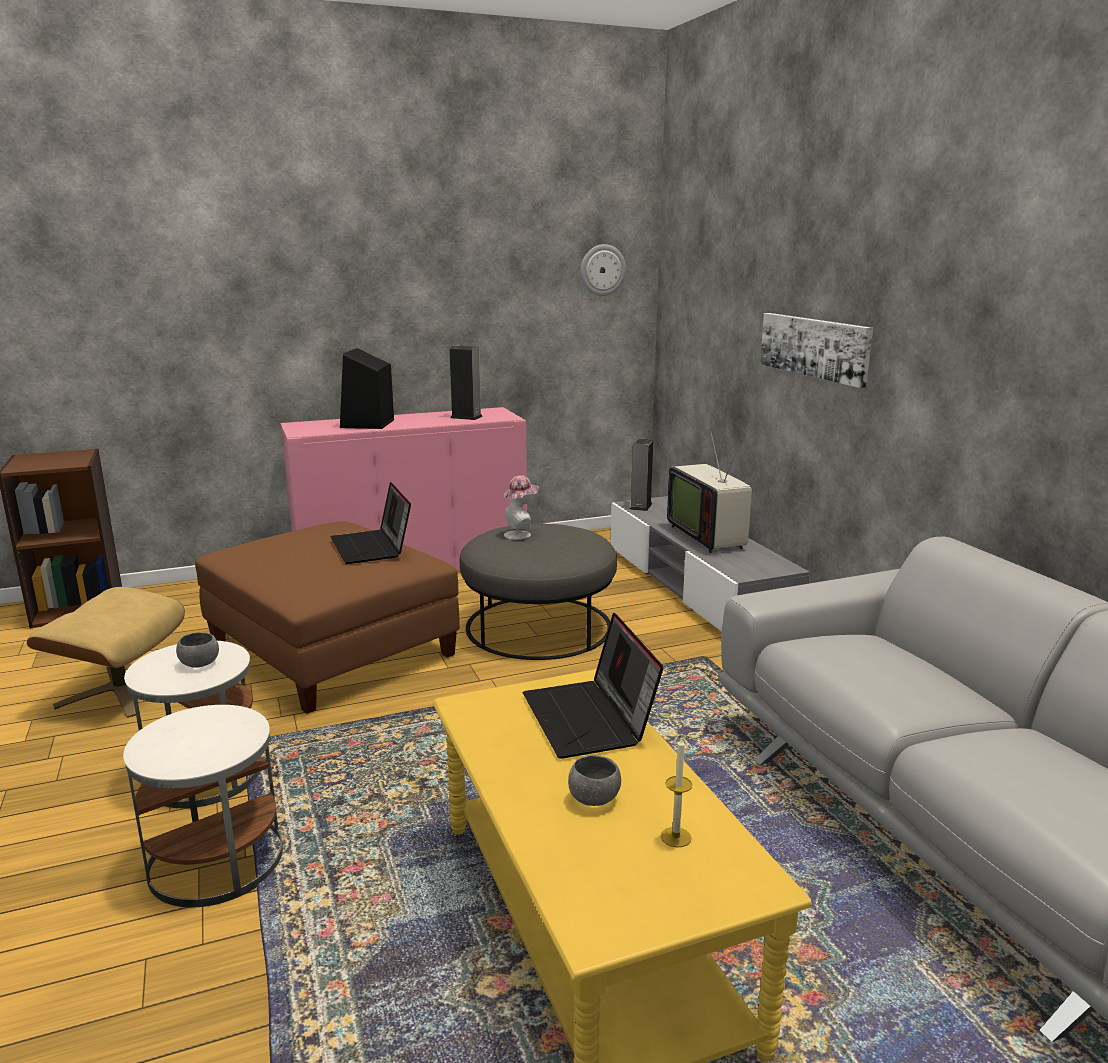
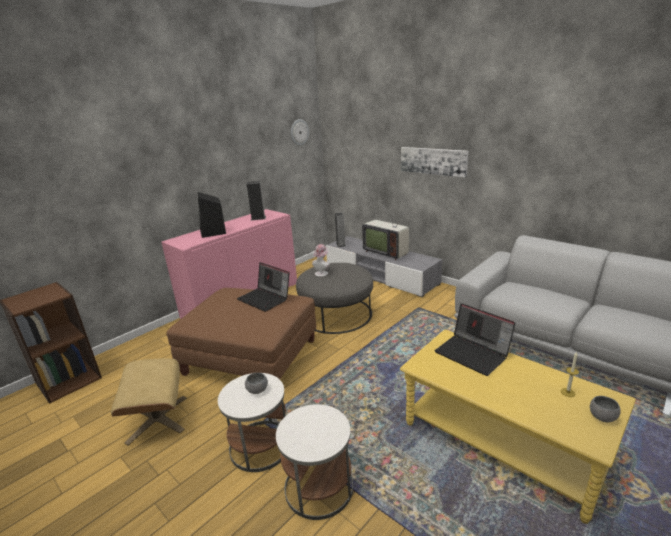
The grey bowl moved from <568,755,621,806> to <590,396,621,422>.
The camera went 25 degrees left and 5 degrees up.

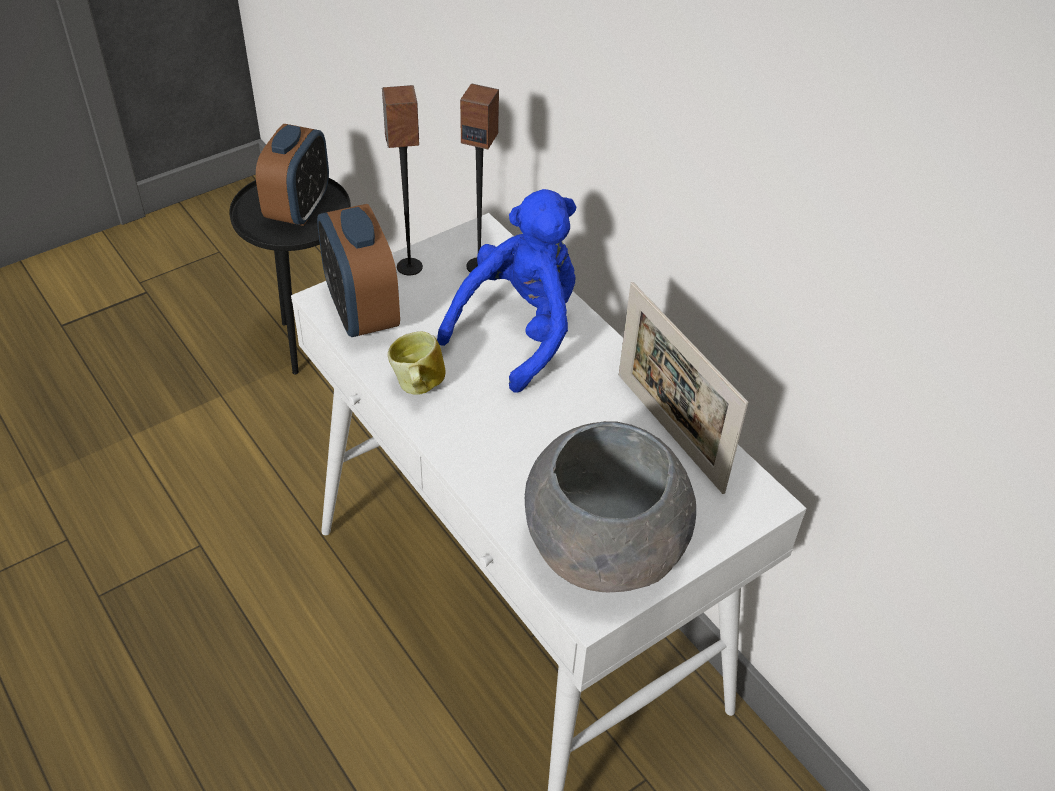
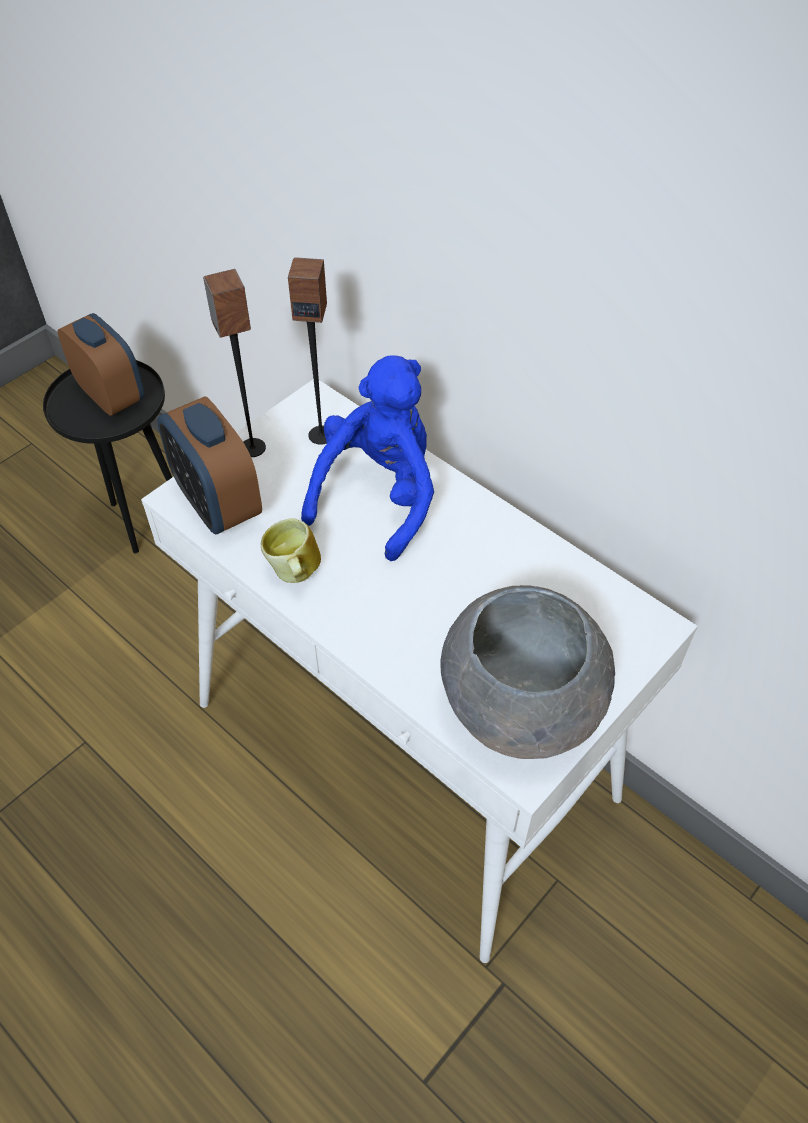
The picture frame at <619,282,748,494> disappeared.
The alarm clock at <256,124,329,226> turned 45 degrees counterclockwise.
The camera went 10 degrees left and 5 degrees up.

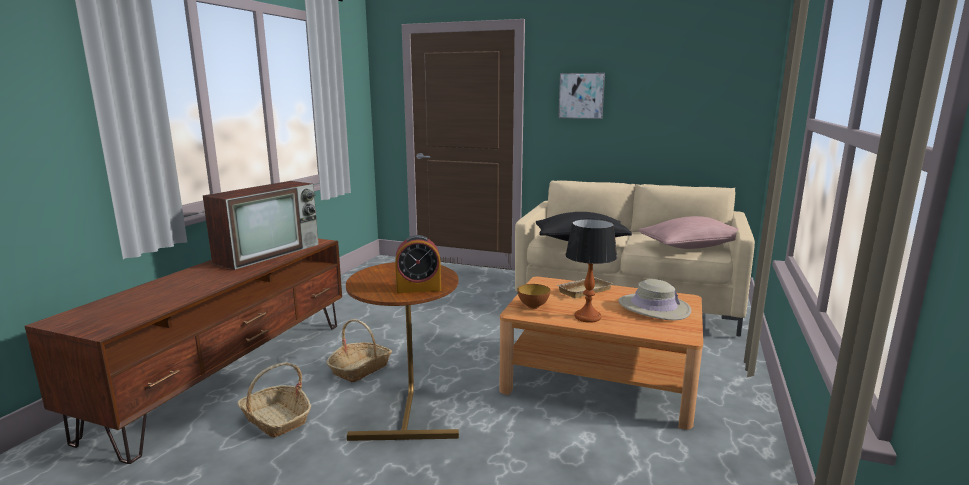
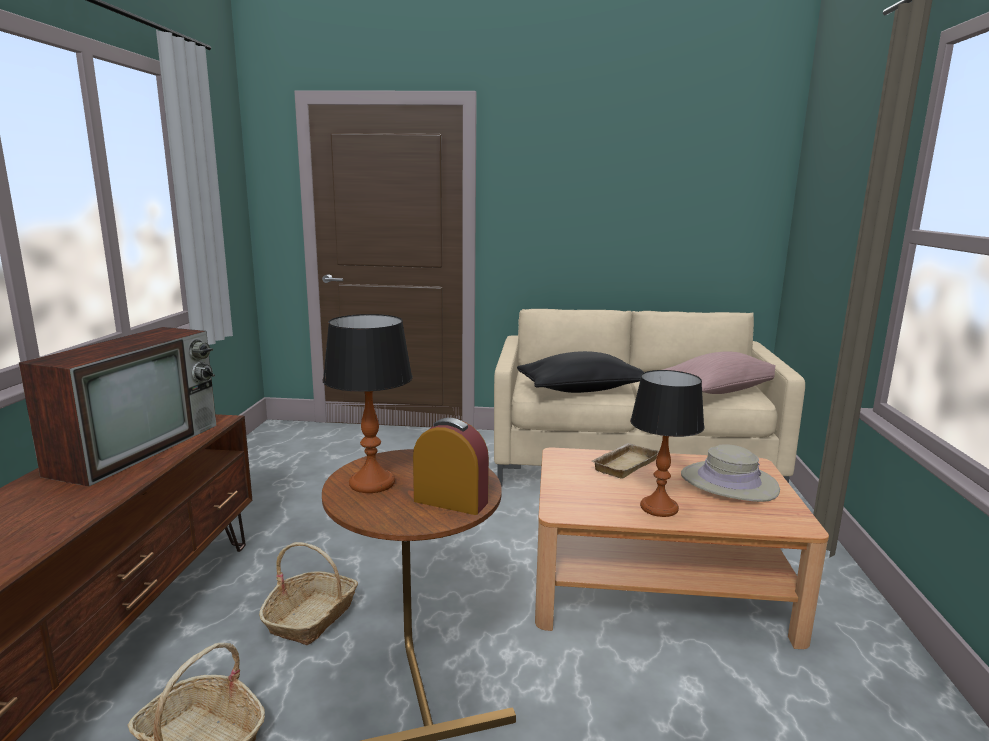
The bowl at <517,284,550,309> disappeared.
The picture at <558,73,605,119> disappeared.
The table lamp at <323,314,413,493> appeared.
The alarm clock at <395,235,441,293> turned 135 degrees counterclockwise.
The camera went 15 degrees left and 0 degrees up.

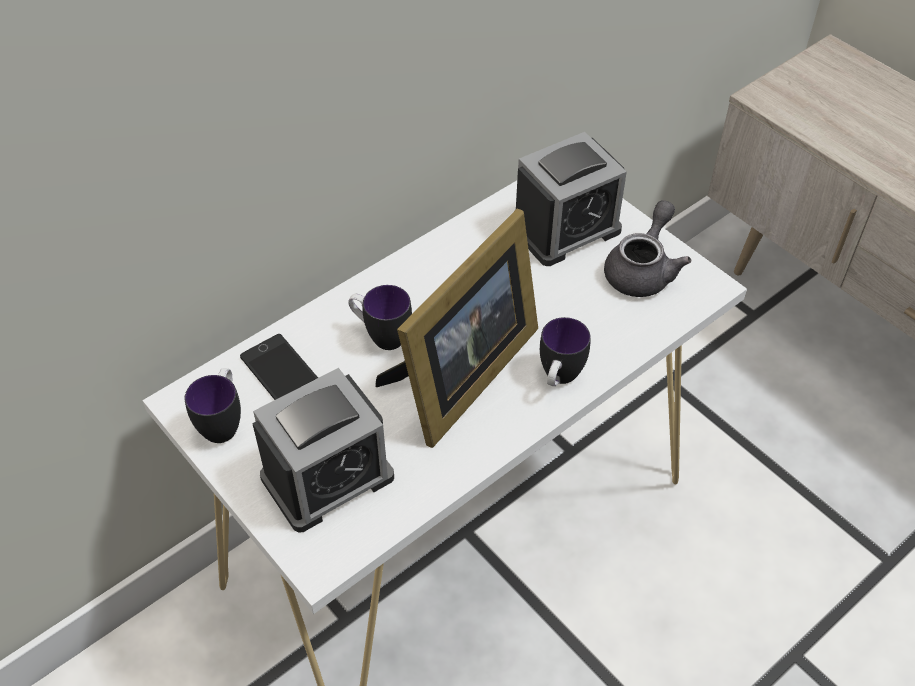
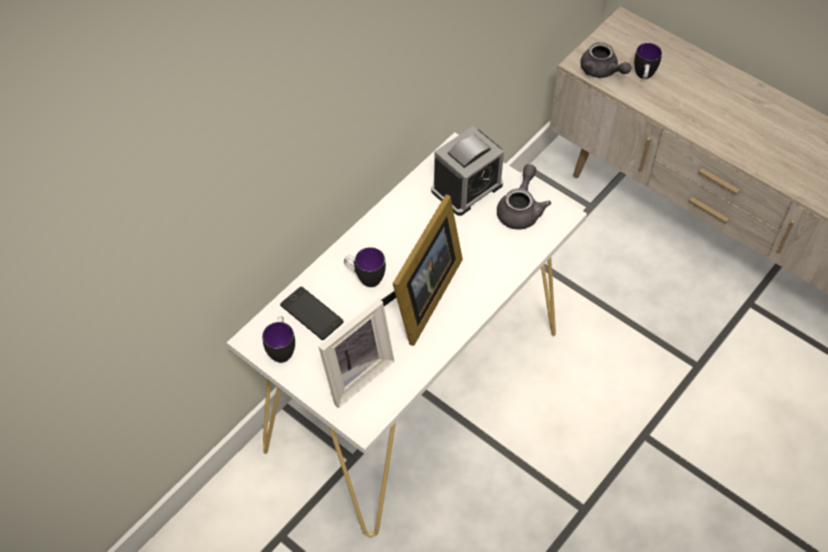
The grey teapot at <580,42,631,78> appeared.
The mug moved from <540,317,591,386> to <634,43,662,79>.
The alarm clock at <252,368,394,532> was replaced by the picture frame at <319,299,394,407>.
The camera went 10 degrees left and 5 degrees up.

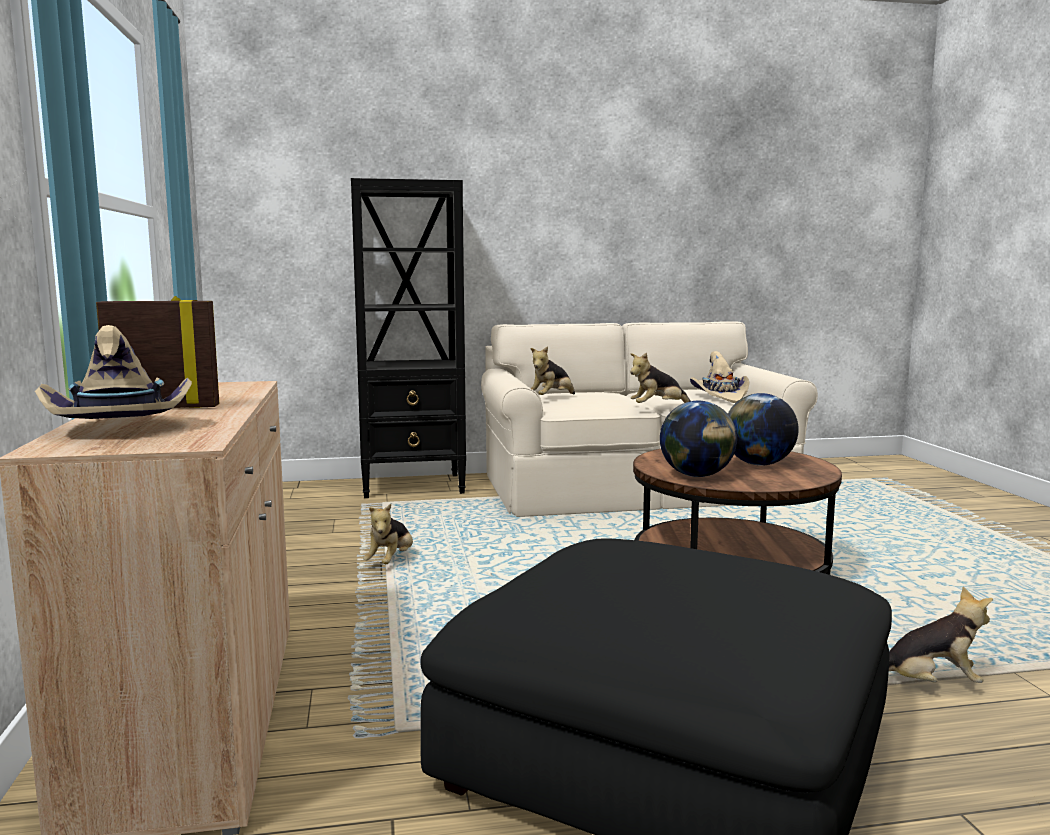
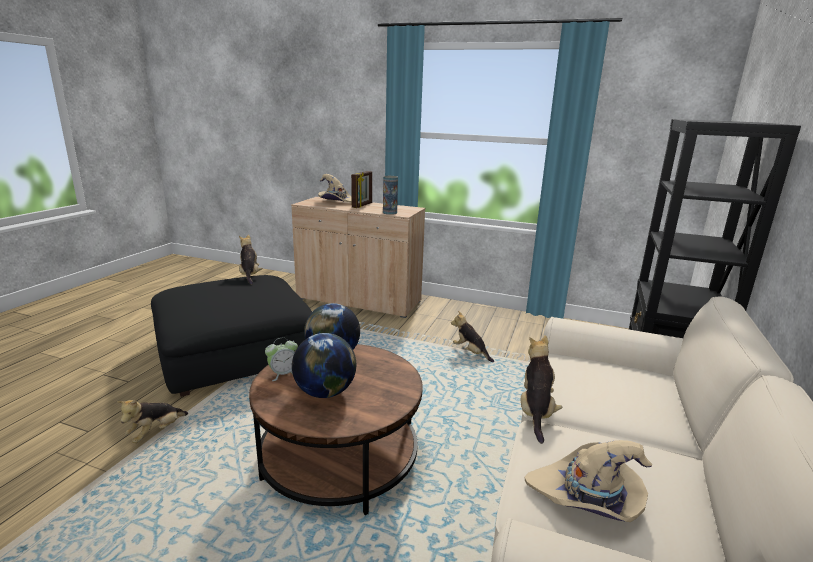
The alarm clock at <265,337,298,381> appeared.
The vase at <383,176,398,215> appeared.
The plush toy moved from <530,346,575,395> to <239,234,262,285>.
The camera went 120 degrees right and 10 degrees up.

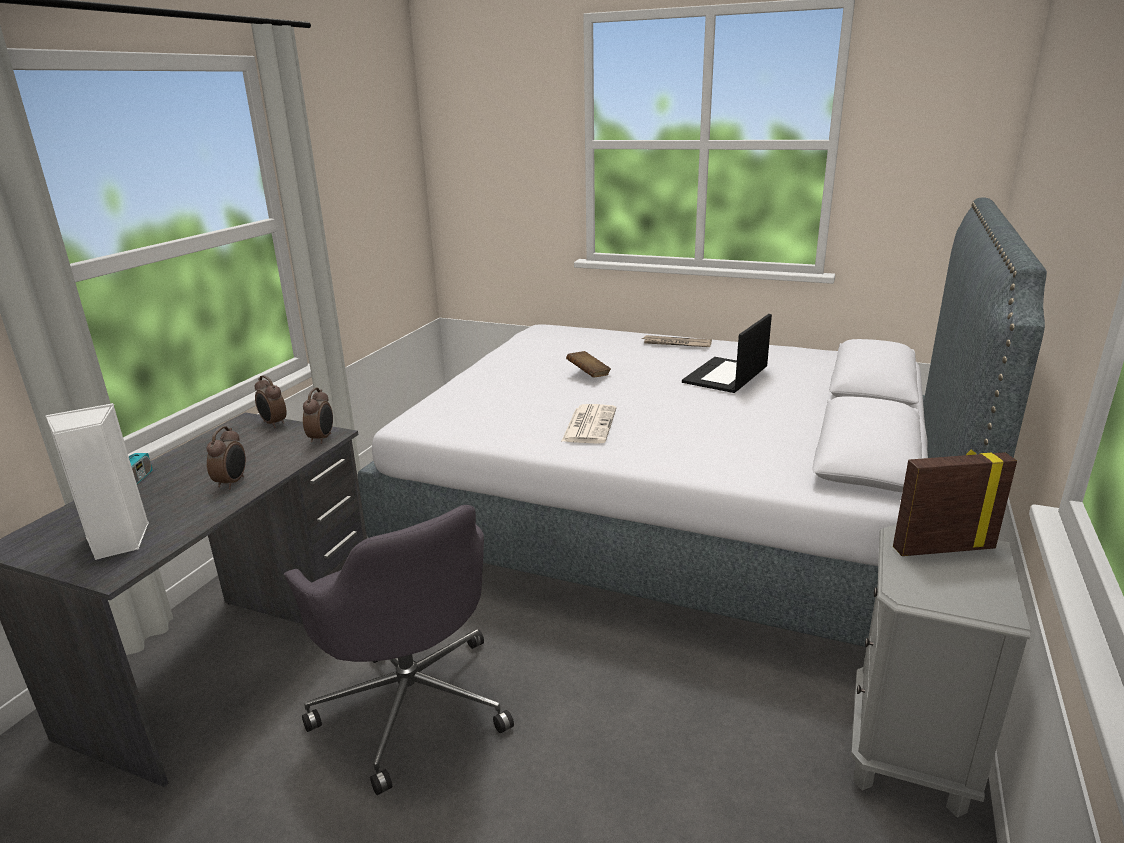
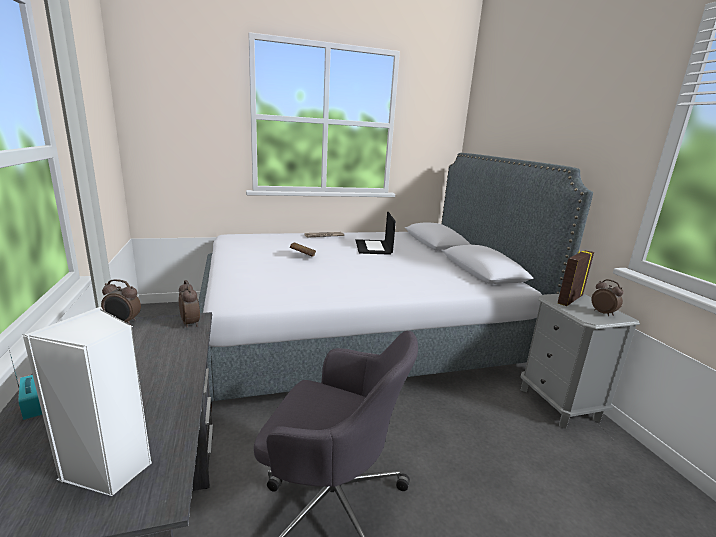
The newspaper at <561,404,616,444> disappeared.
The alarm clock moved from <207,426,246,489> to <591,279,624,316>.
The camera went 40 degrees left and 5 degrees down.

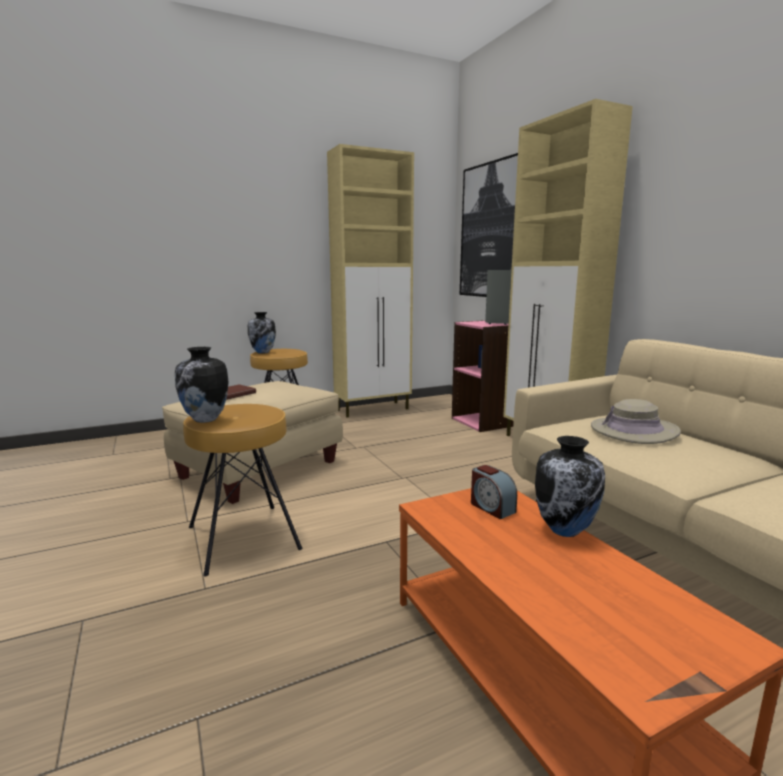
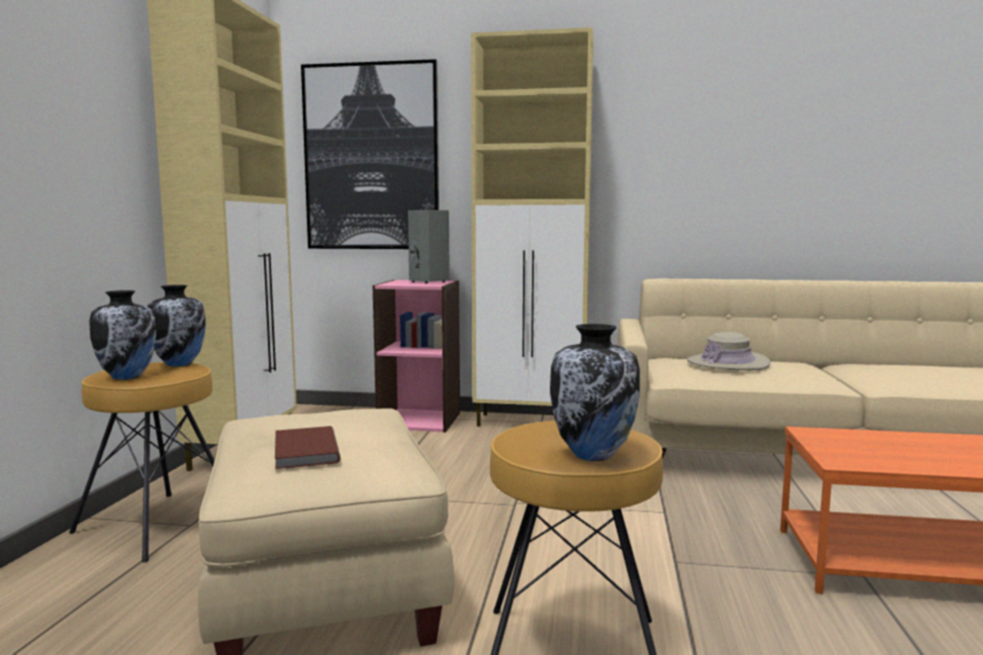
The alarm clock at <471,465,517,519> disappeared.
The vase moved from <535,436,605,537> to <148,285,206,367>.
The camera went 55 degrees left and 5 degrees down.

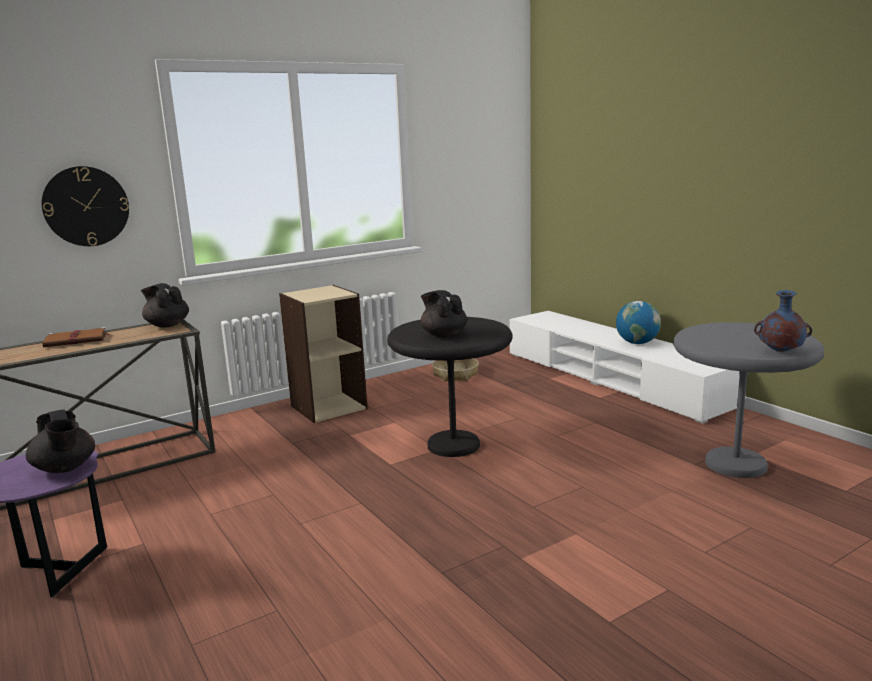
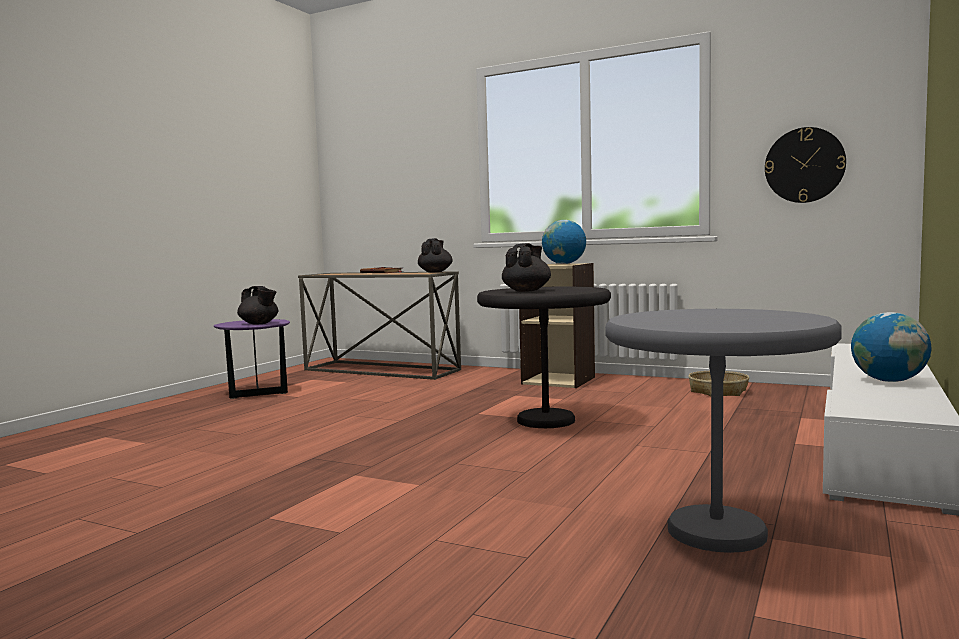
The blue vase at <754,290,812,352> disappeared.
The globe at <542,220,586,264> appeared.
The wall clock moved from <42,166,129,246> to <765,127,846,203>.
The black teapot at <26,410,95,473> turned 75 degrees counterclockwise.
The camera went 60 degrees right and 10 degrees down.

